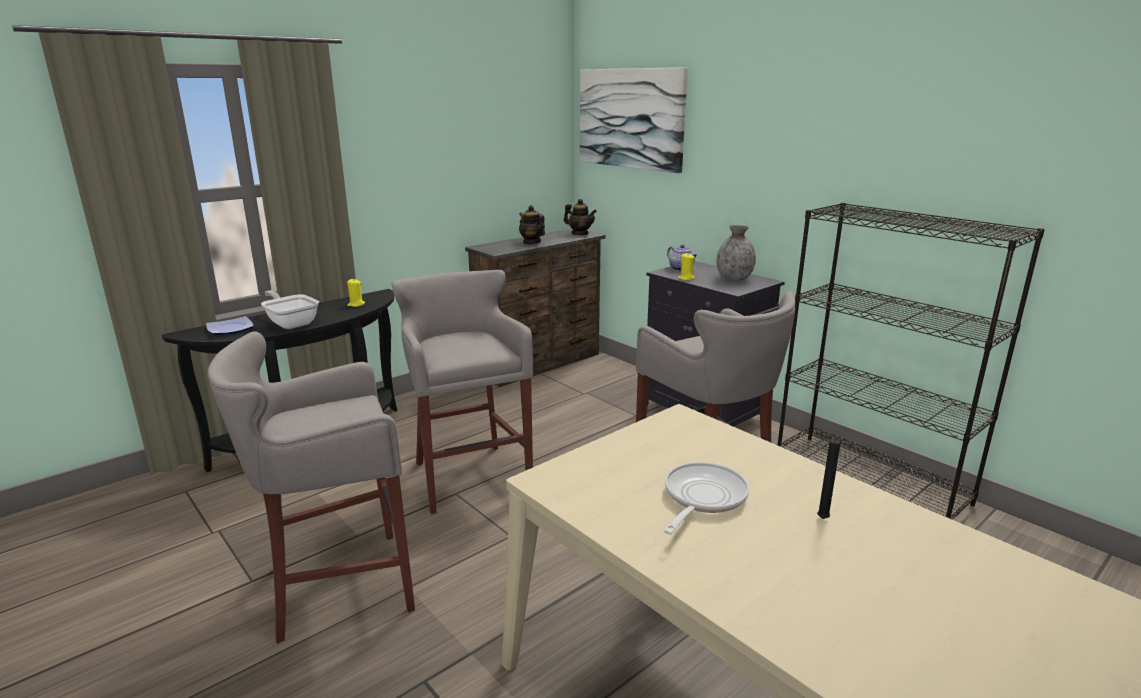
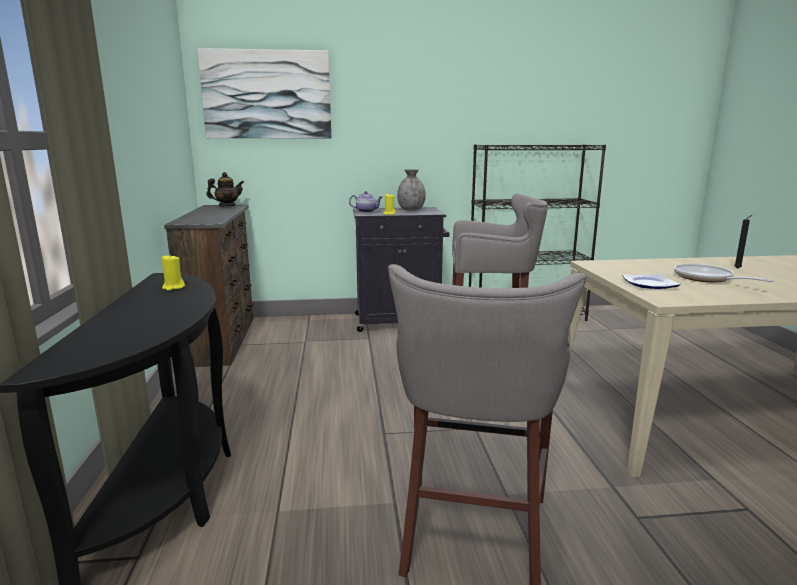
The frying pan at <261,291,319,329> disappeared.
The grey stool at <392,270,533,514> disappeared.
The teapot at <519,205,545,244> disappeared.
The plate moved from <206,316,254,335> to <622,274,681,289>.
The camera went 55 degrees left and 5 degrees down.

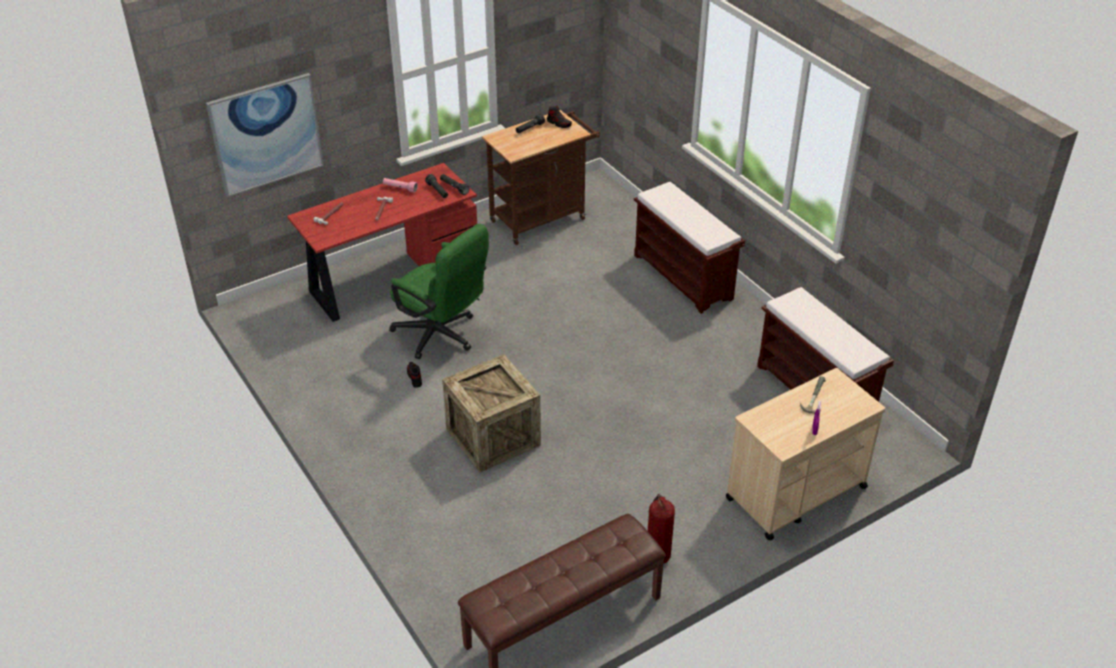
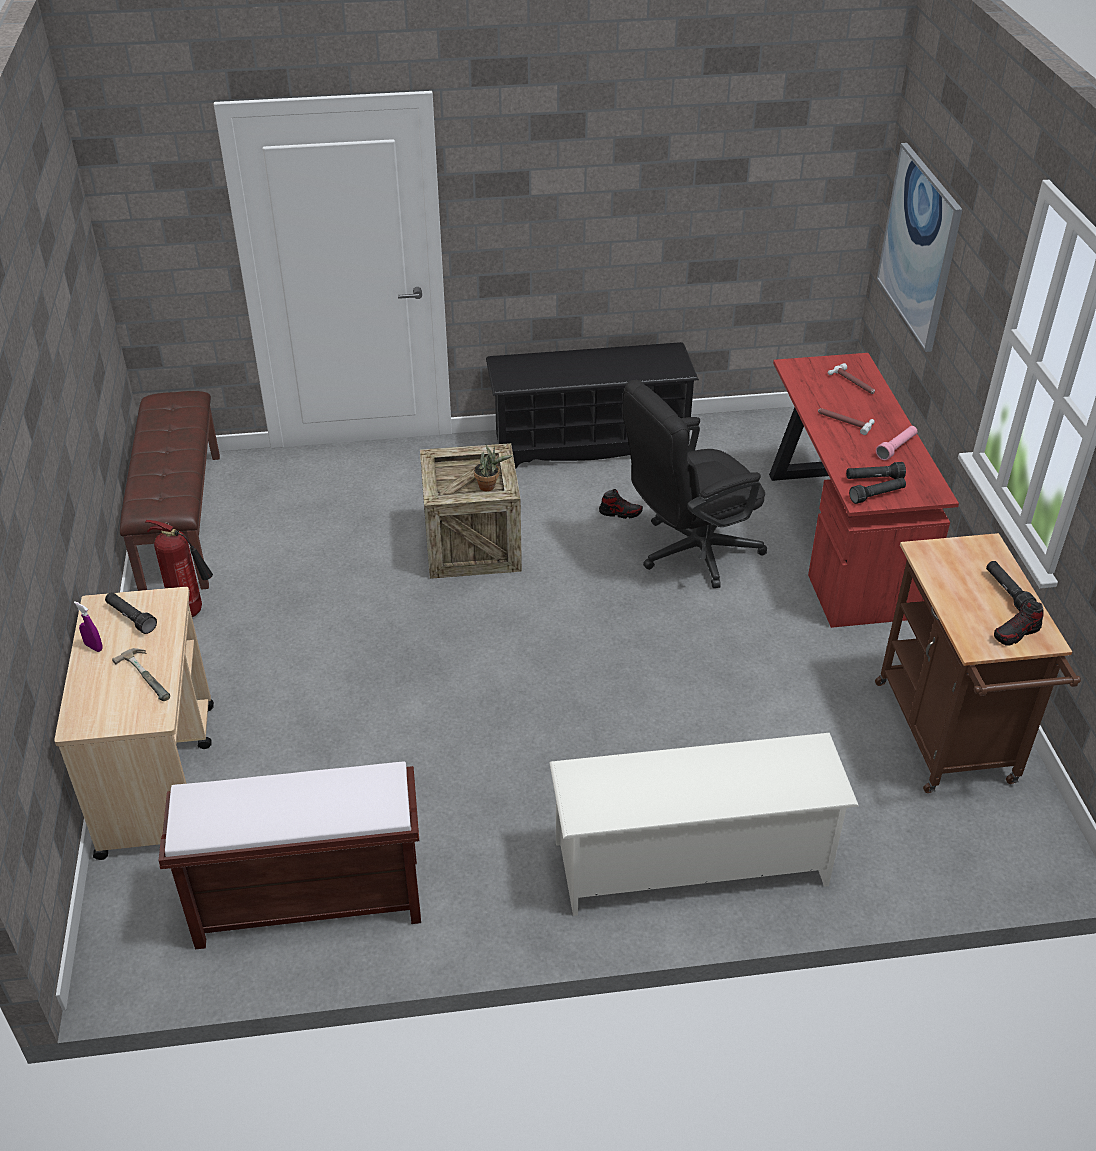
The black flashlight at <105,592,157,634> appeared.
The potted plant at <474,444,513,491> appeared.
The black shoe rack at <486,342,699,469> appeared.
The brown bench at <634,182,745,314> was replaced by the white shoe rack at <549,733,859,916>.
The green office chair at <389,224,489,359> became the black office chair at <622,380,767,588>.
The camera went 115 degrees right and 0 degrees up.

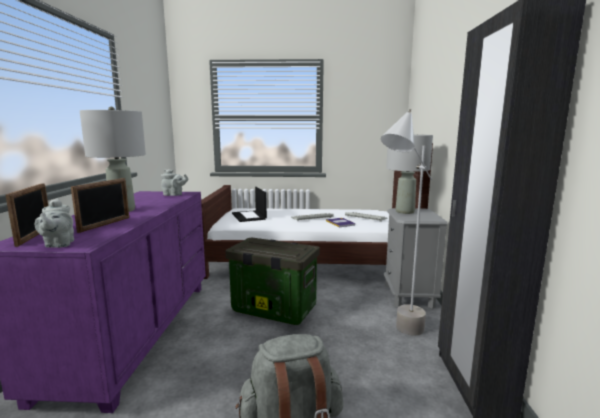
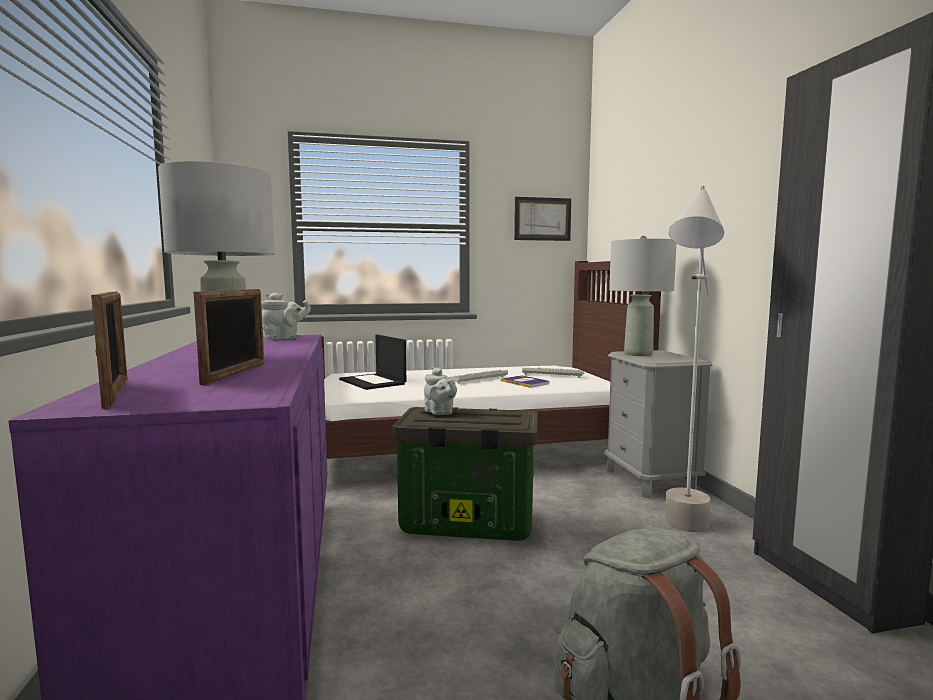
The picture at <514,197,571,241> appeared.
The grey teapot moved from <35,198,74,248> to <424,367,457,415>.
The camera went 15 degrees left and 5 degrees down.

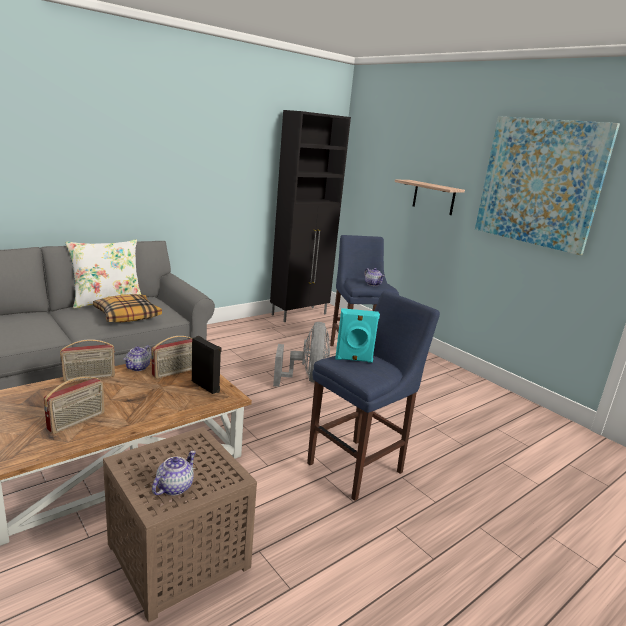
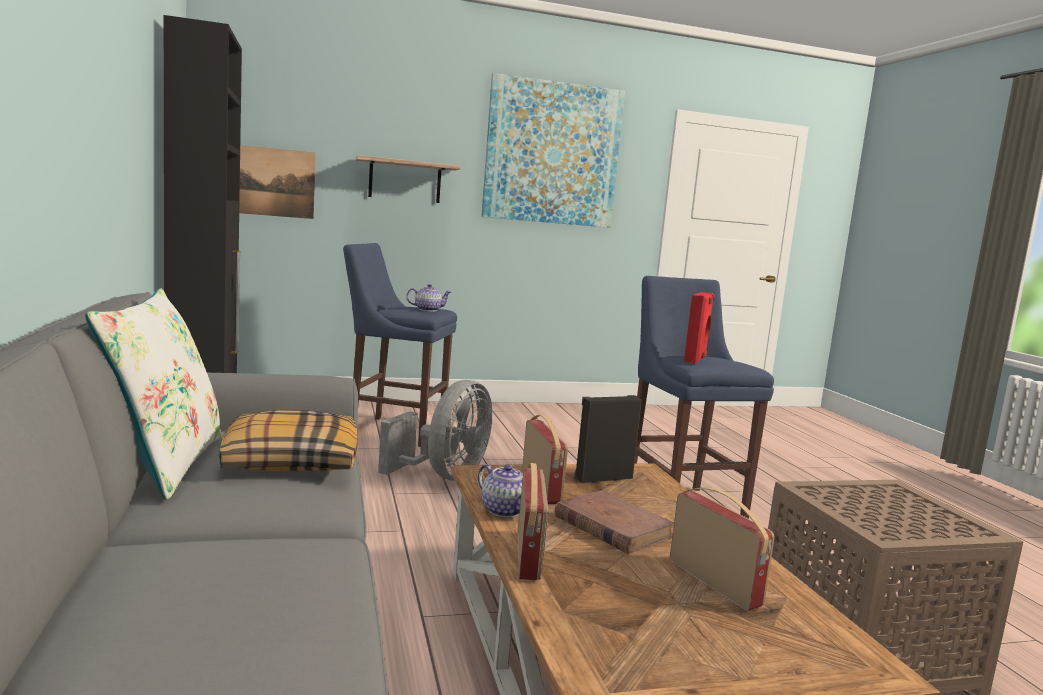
The teapot at <152,451,196,496> disappeared.
The picture at <239,145,316,219> appeared.
The brown book at <555,490,674,554> appeared.
The turquoise speaker at <335,308,380,363> became the red speaker at <684,292,714,364>.
The grey fan at <273,322,330,387> turned 90 degrees clockwise.
The camera went 65 degrees left and 10 degrees down.

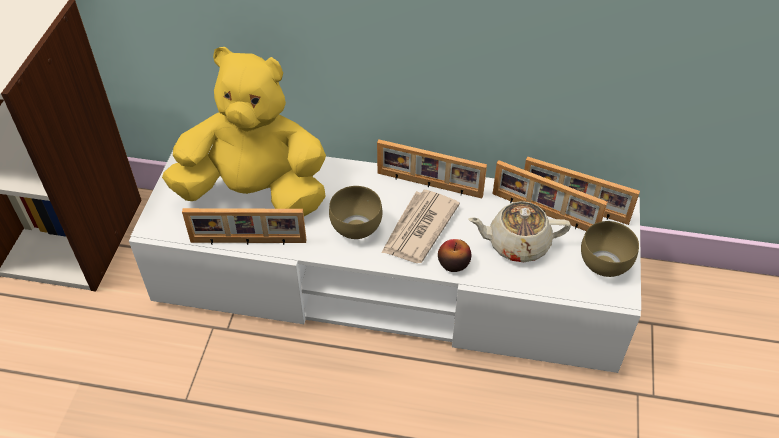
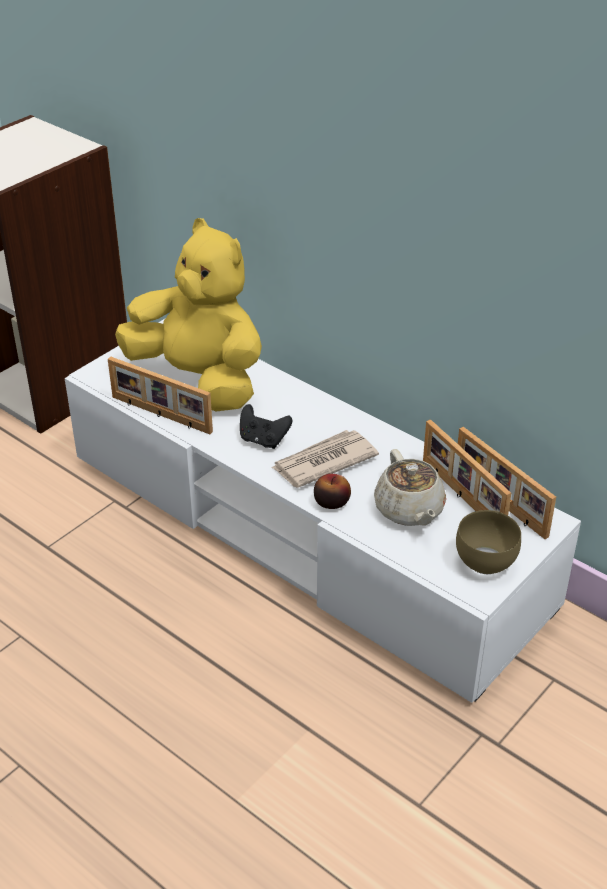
The picture frame at <377,139,487,198> disappeared.
The brown bowl at <329,186,382,239> was replaced by the black game controller at <240,404,292,449>.
The beige teapot at <468,201,571,262> turned 135 degrees counterclockwise.
The camera went 30 degrees right and 10 degrees down.

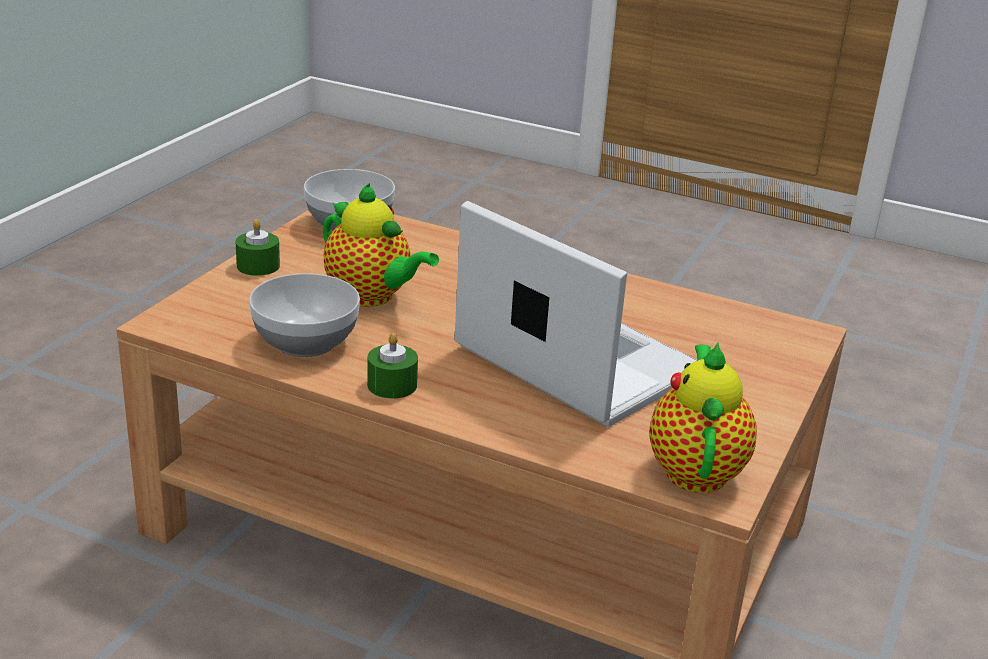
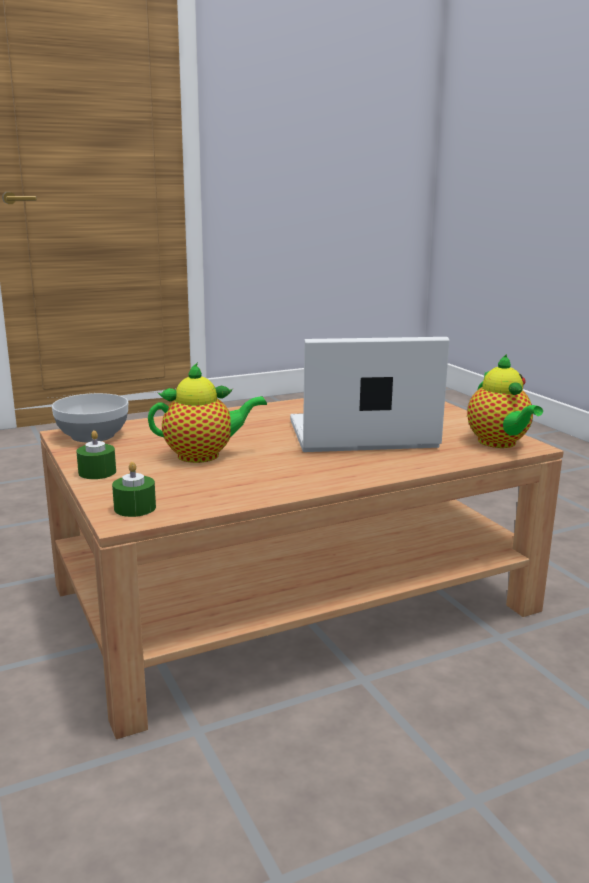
The bowl at <249,273,360,357> disappeared.
The green candle moved from <367,333,418,399> to <112,462,156,517>.
The teapot at <649,342,757,493> turned 150 degrees counterclockwise.
The camera went 50 degrees left and 10 degrees down.

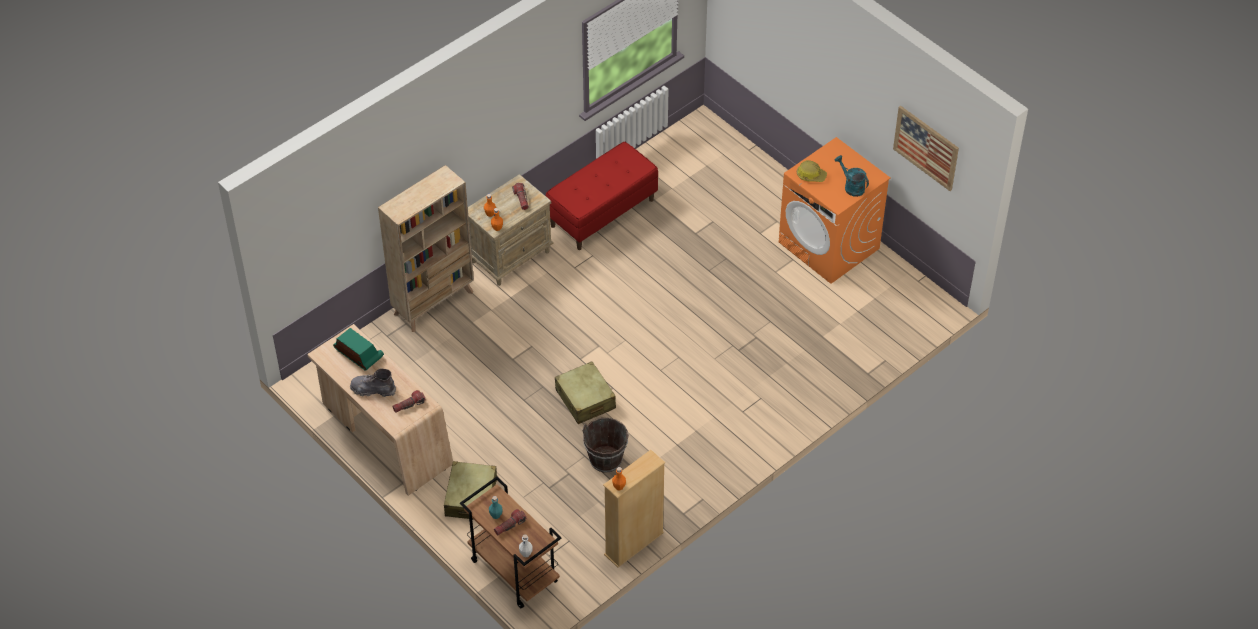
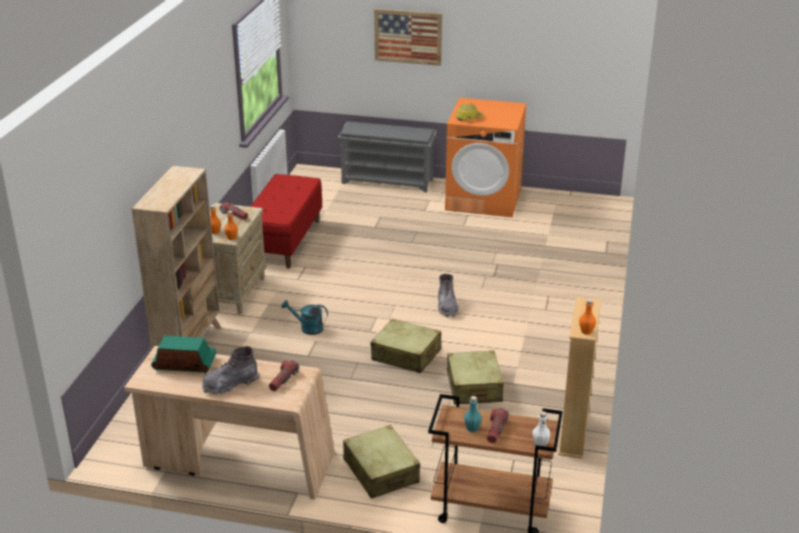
The grey shoe rack at <337,121,437,192> appeared.
The grey boot at <438,274,458,317> appeared.
The turquoise watering can moved from <835,155,869,197> to <281,300,328,335>.
The picture moved from <893,106,959,191> to <374,9,442,66>.
The brown bucket at <582,418,629,473> was replaced by the beige suitcase at <447,350,504,405>.
The camera went 35 degrees left and 20 degrees down.

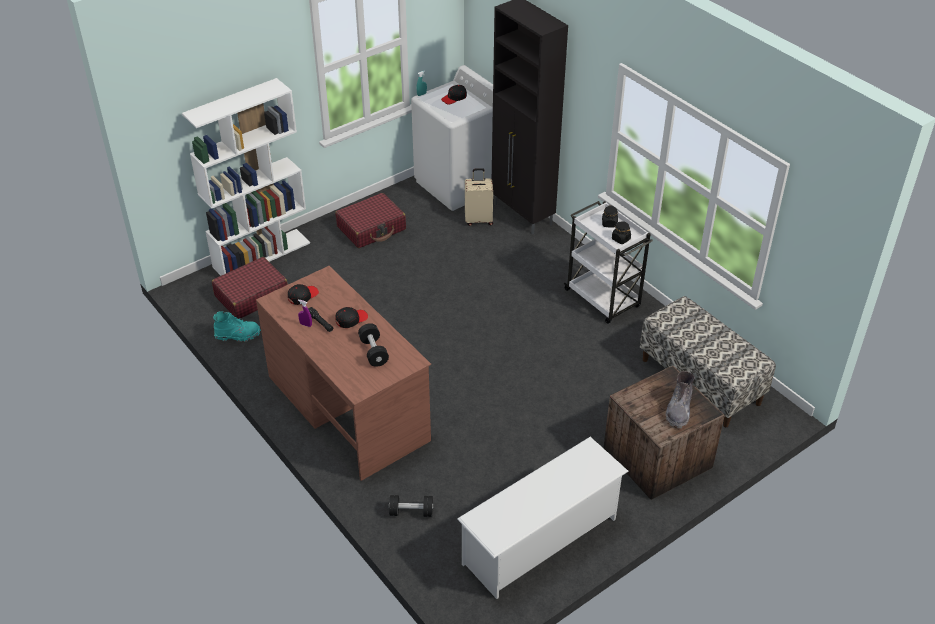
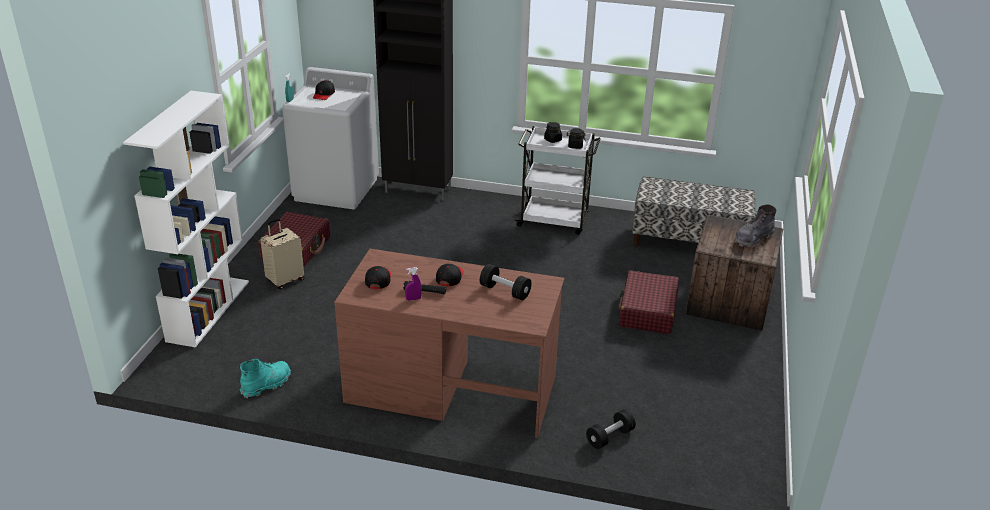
The white shoe rack at <457,437,628,599> disappeared.
The red suitcase moved from <212,257,288,319> to <618,270,679,334>.
The beige suitcase moved from <465,168,493,226> to <260,218,304,289>.
The grey boot at <666,371,695,428> turned 75 degrees clockwise.
The camera went 40 degrees left and 10 degrees down.

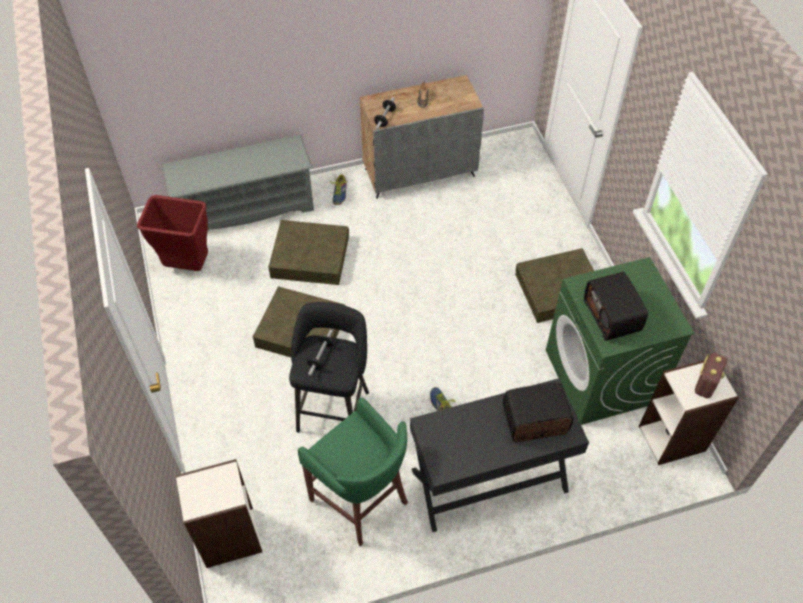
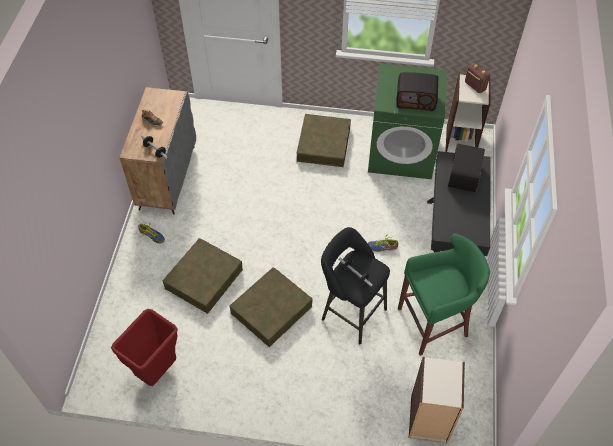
The grey shoe rack at <162,135,314,230> disappeared.
The camera went 65 degrees left and 0 degrees up.

